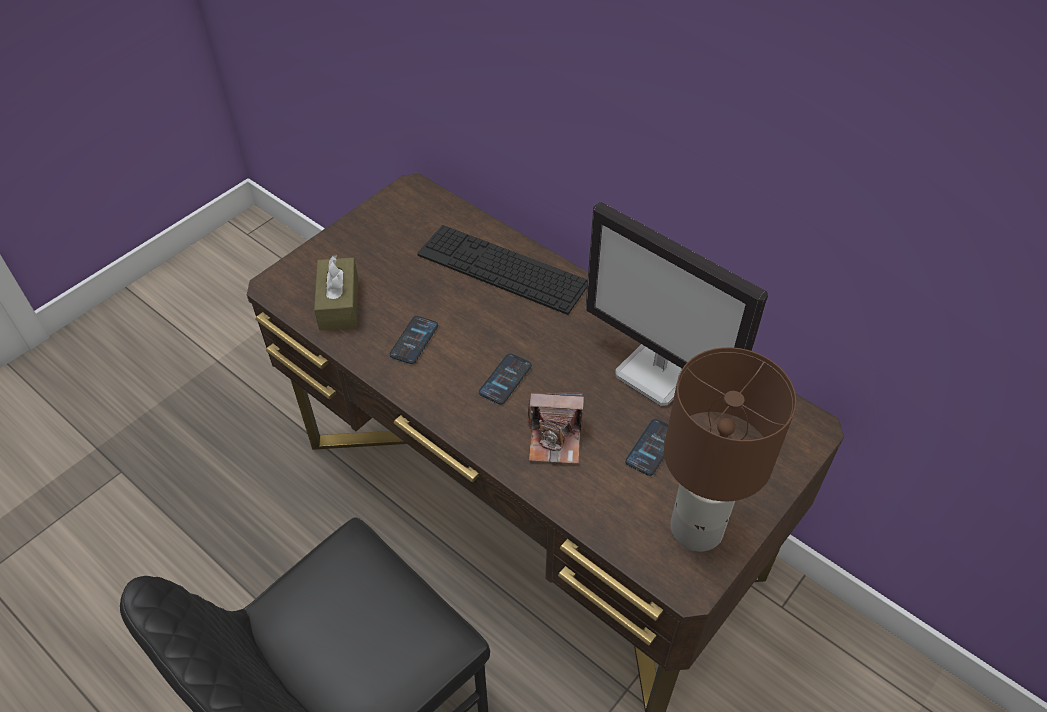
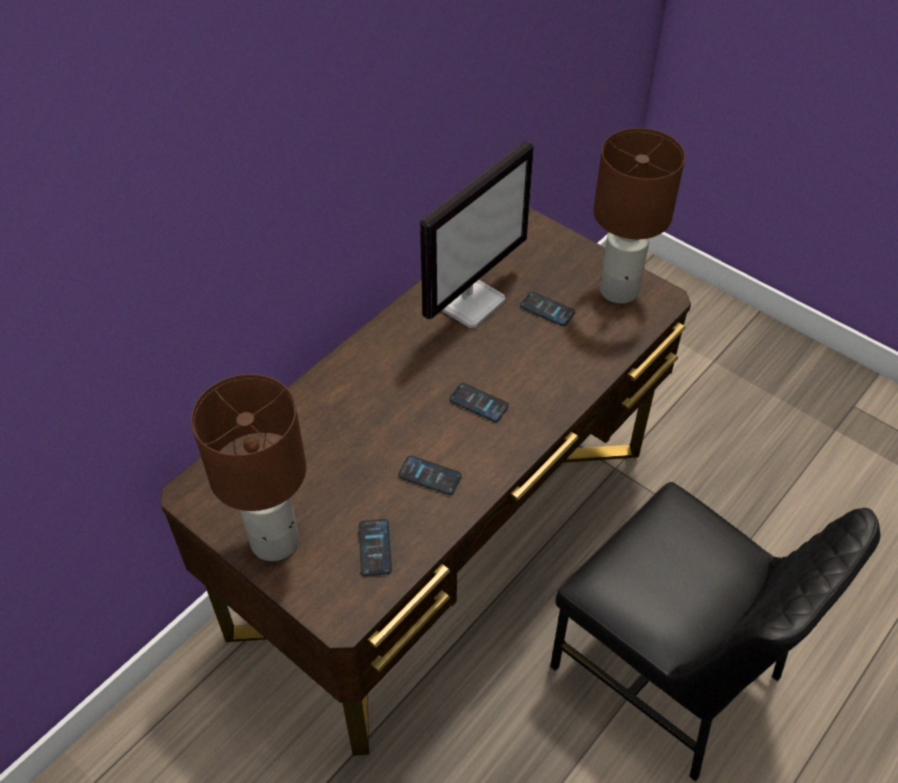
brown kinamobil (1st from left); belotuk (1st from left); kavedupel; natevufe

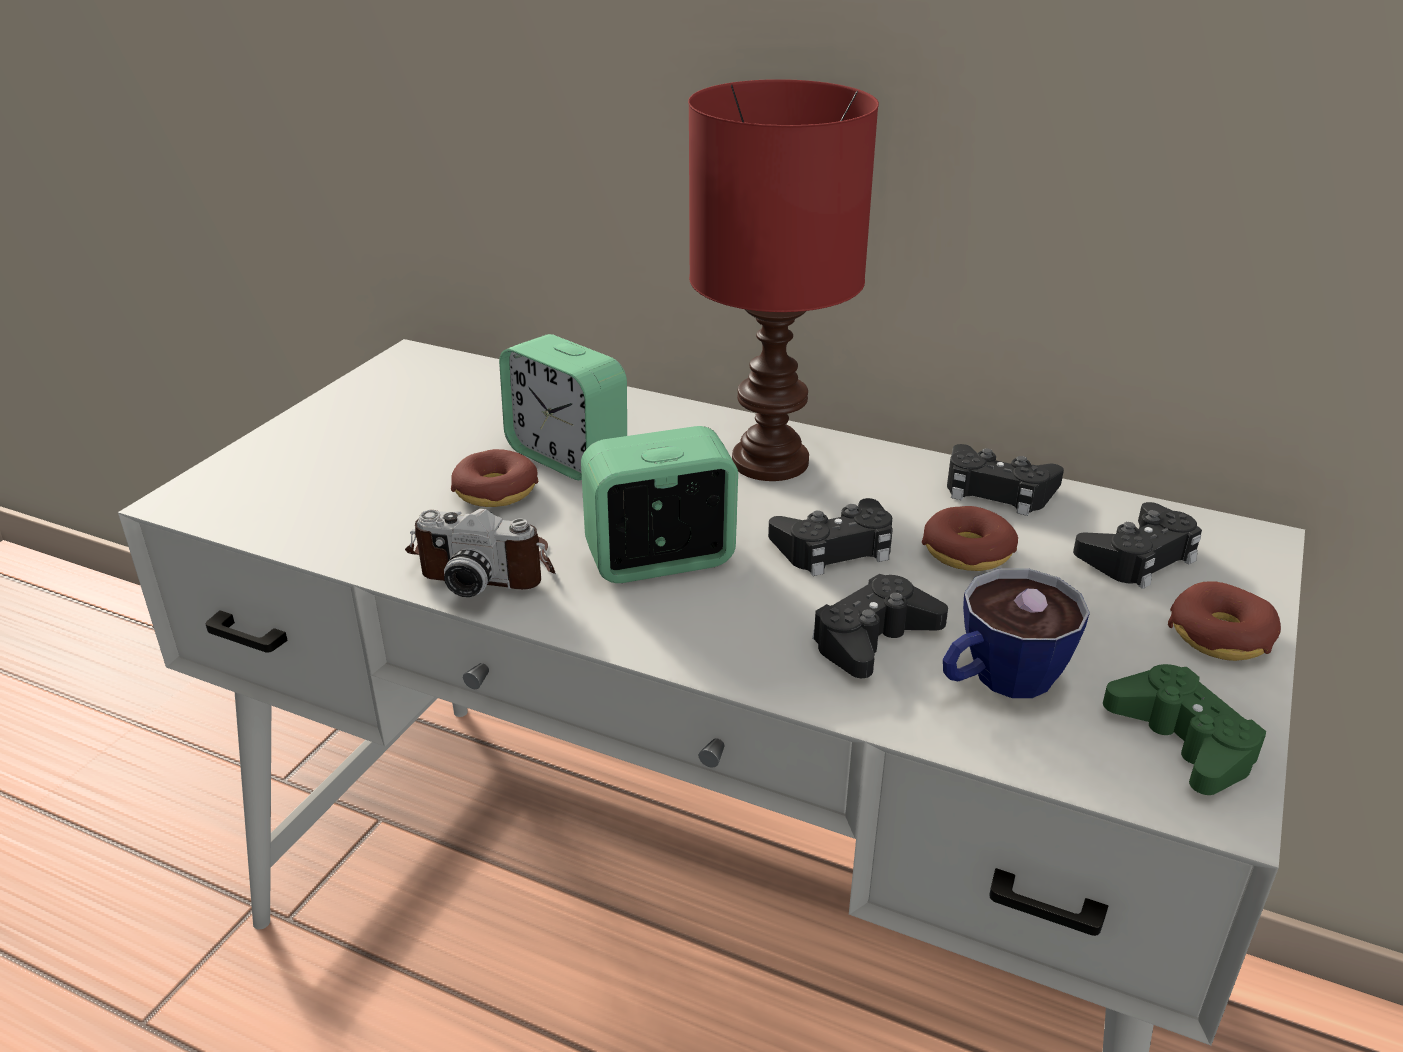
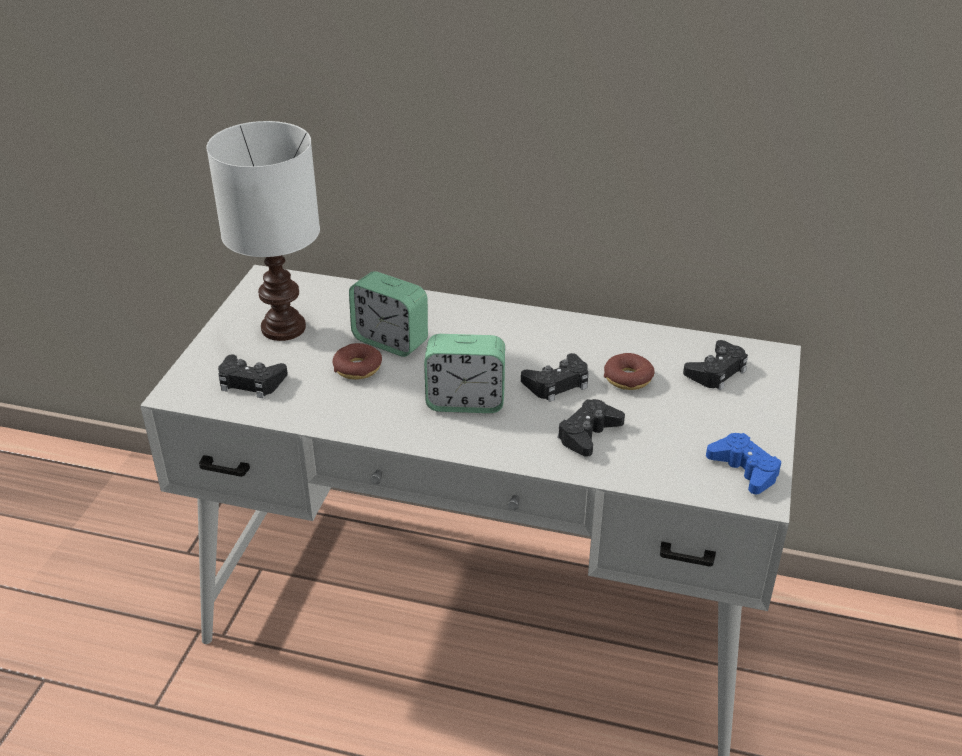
white kinamobil; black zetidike (1st from left); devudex (2nd from left); blue zetidike; natevufe; red kinamobil; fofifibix; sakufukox (3rd from left in the first image)

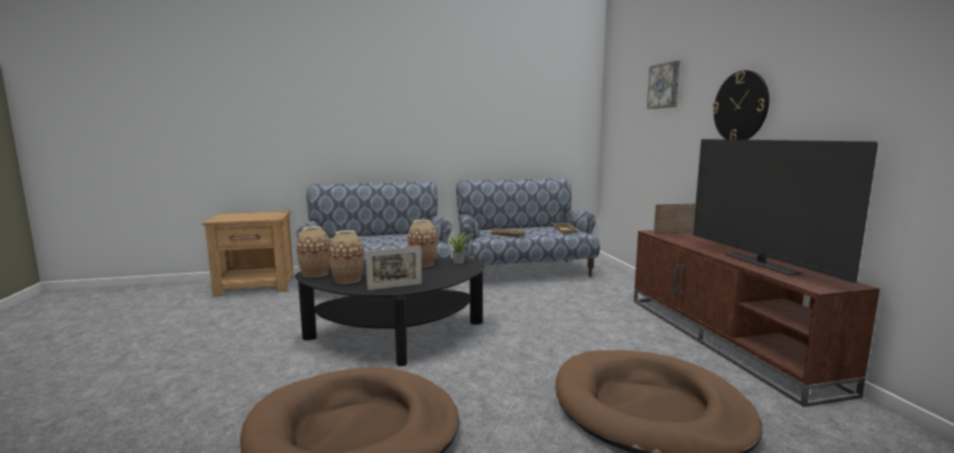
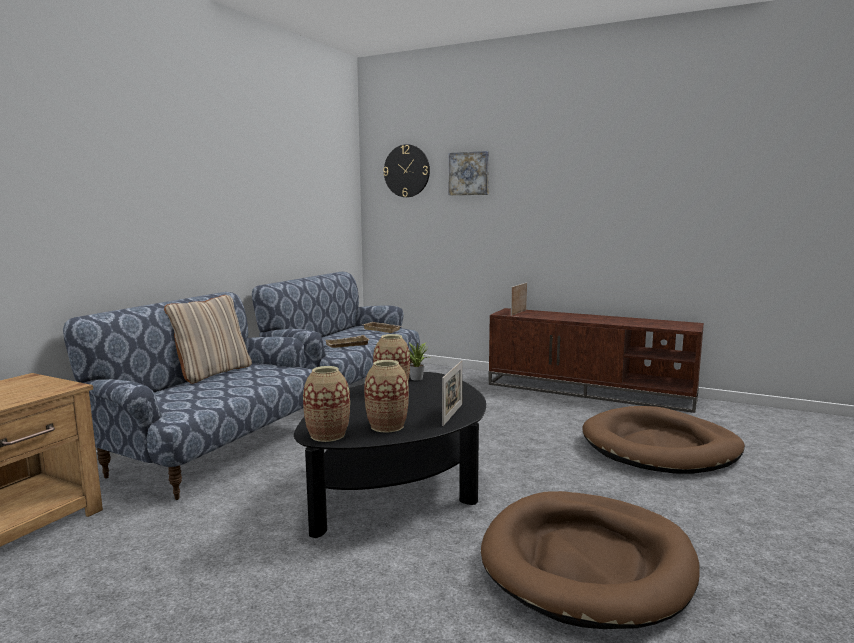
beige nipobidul; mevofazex; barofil

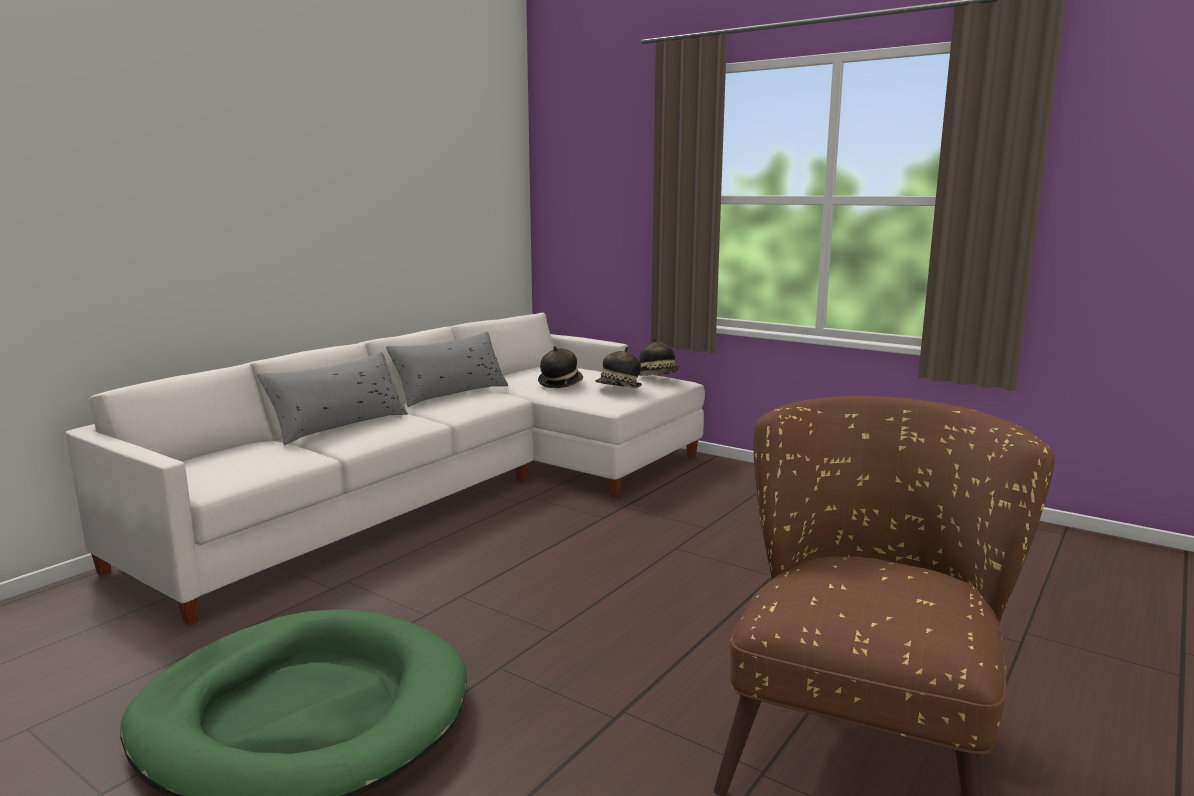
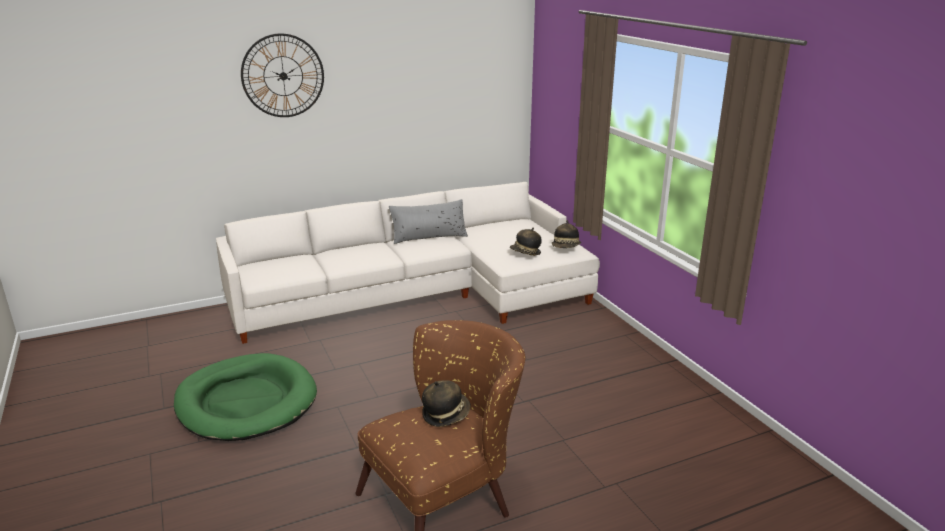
mevofazex; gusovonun (1st from left); grey nipobidul (1st from left in the first image)

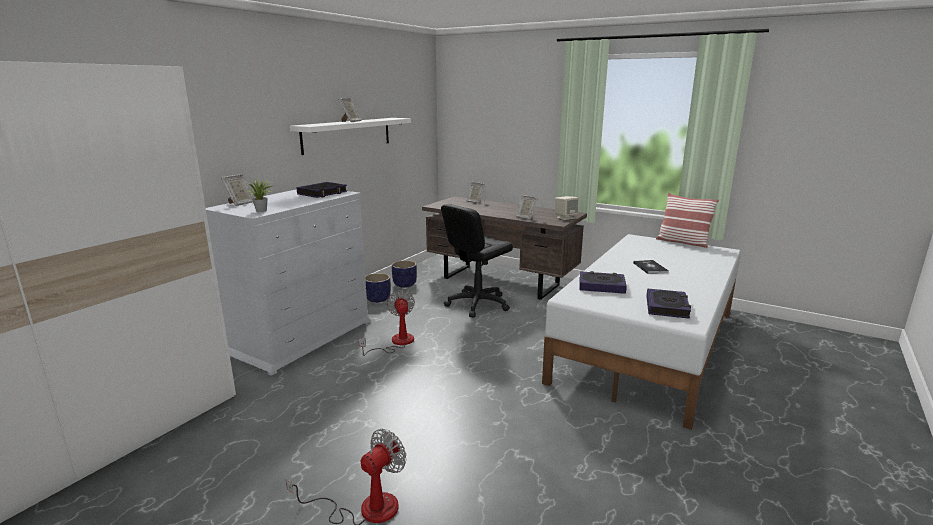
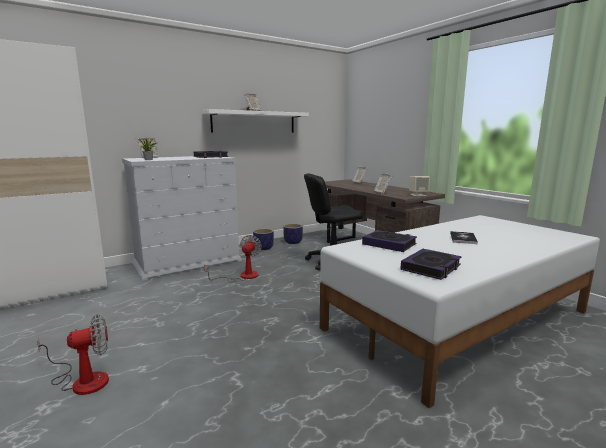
nipobidul

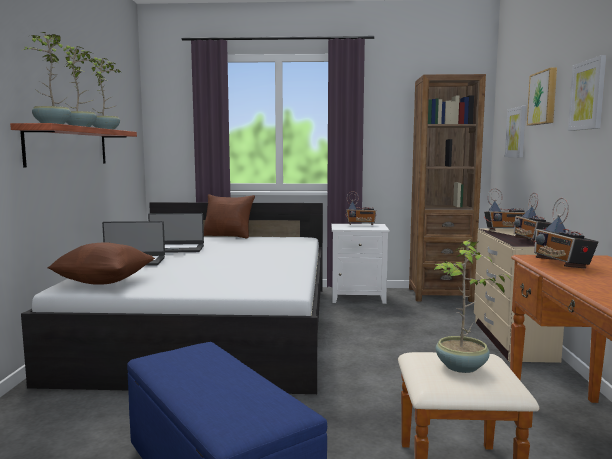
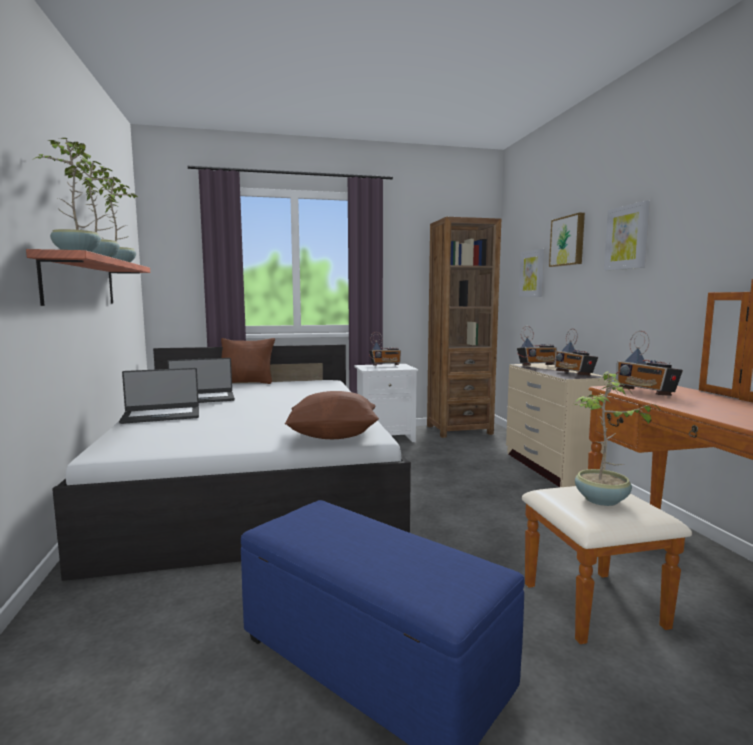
brown nipobidul (2nd from left)

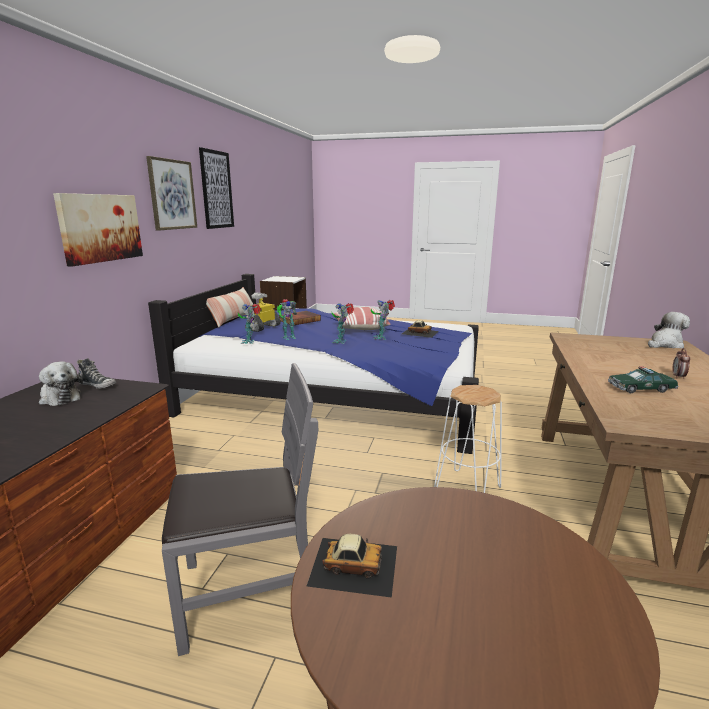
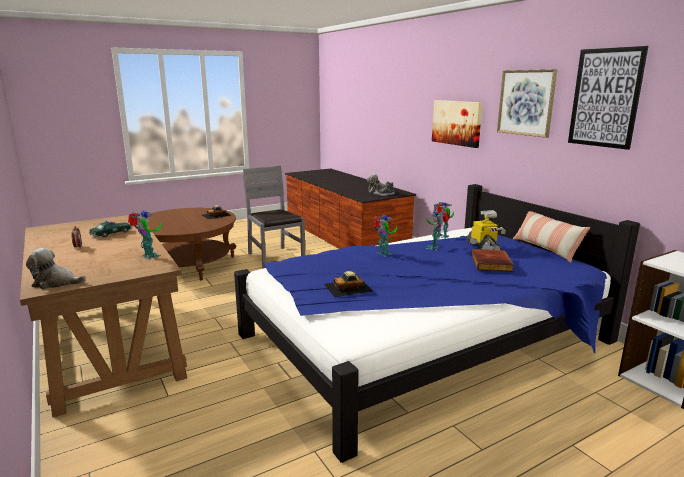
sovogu (1st from left); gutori (1st from left); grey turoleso; nipobidul (2nd from left in the first image); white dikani

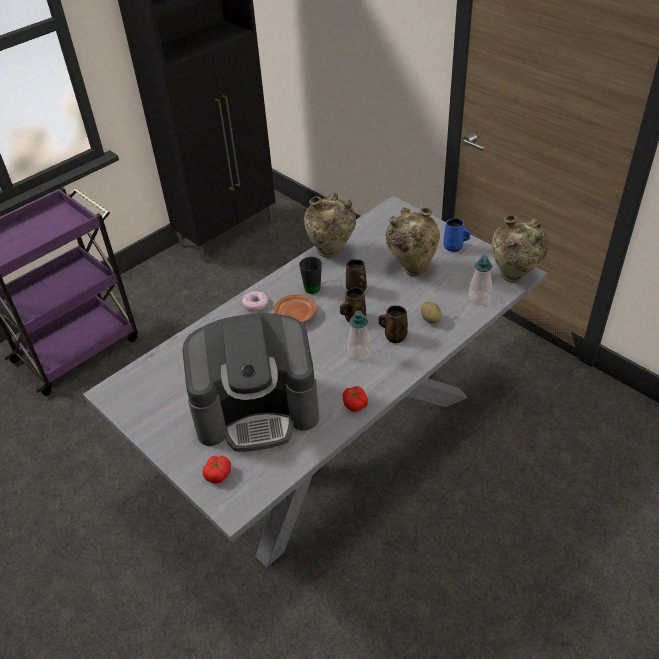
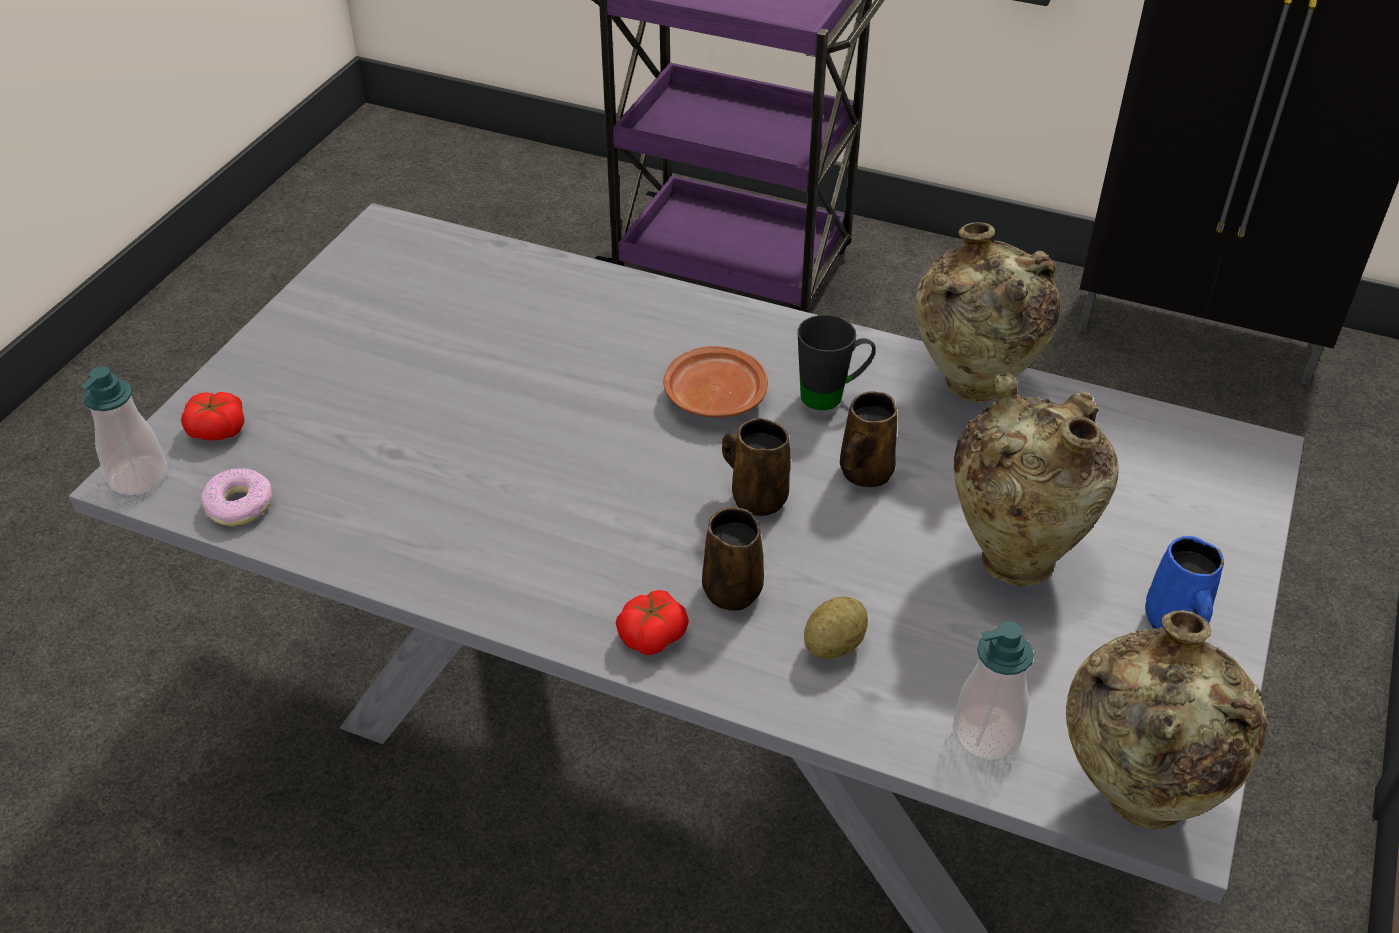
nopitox (1st from left); sakufukox; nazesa (2nd from left); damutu

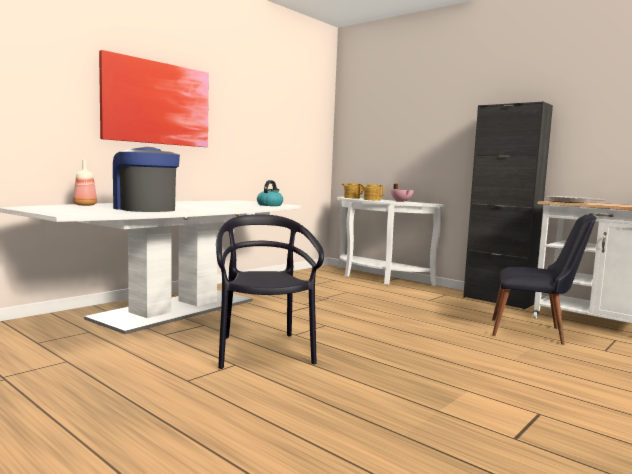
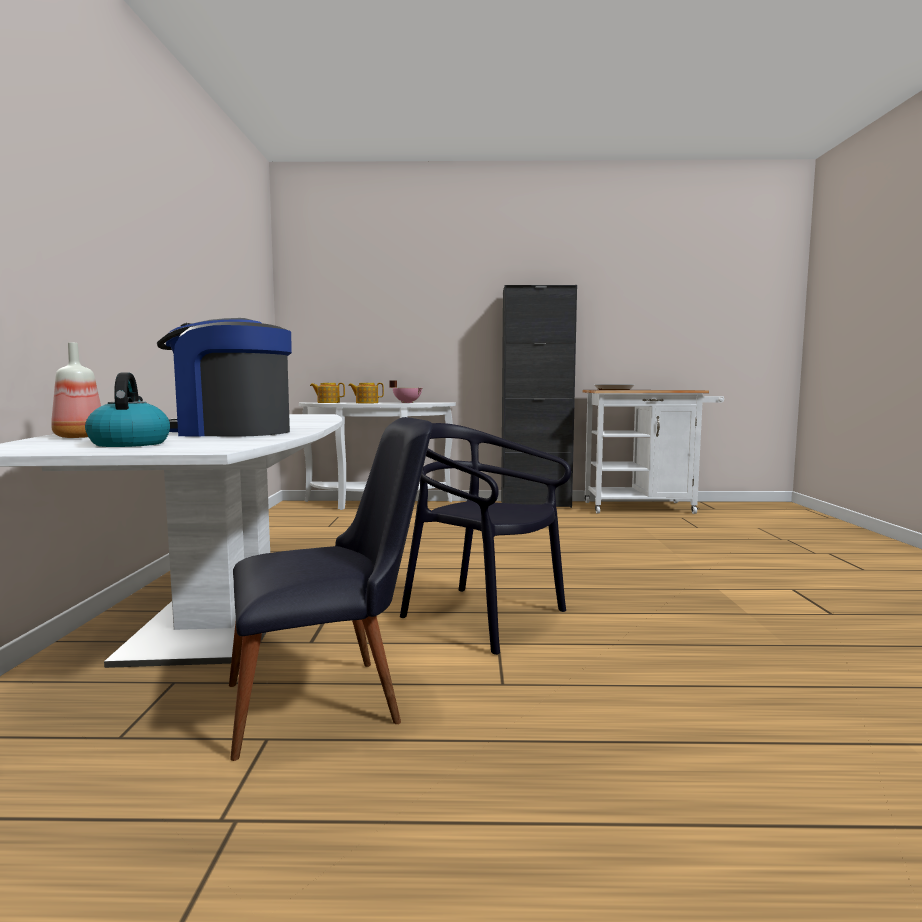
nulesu; black turoleso (1st from left); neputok

